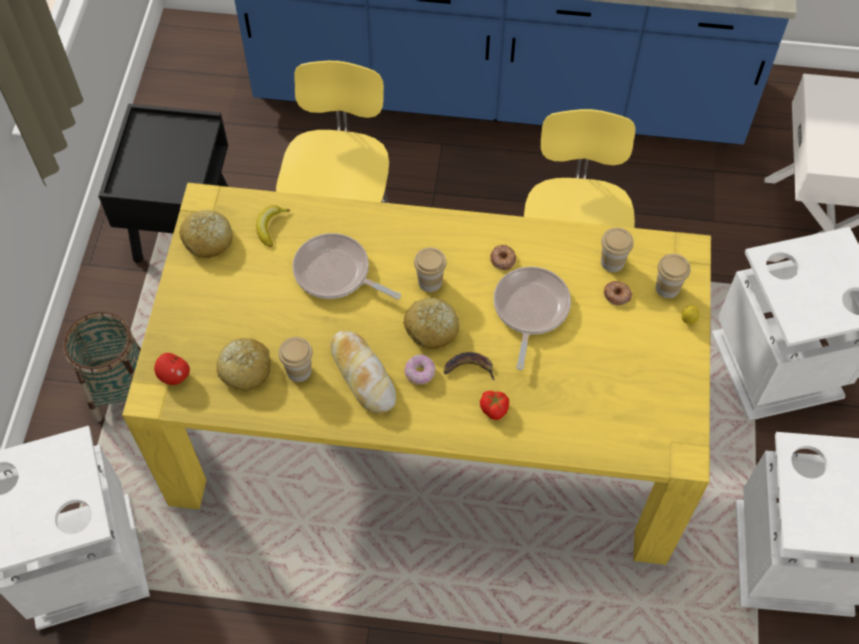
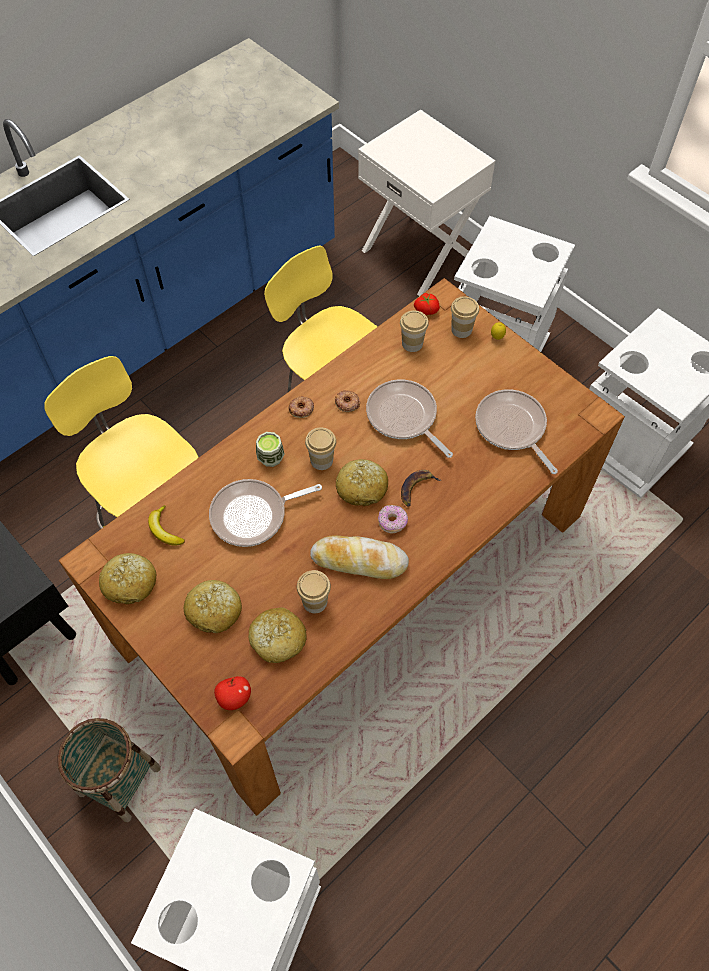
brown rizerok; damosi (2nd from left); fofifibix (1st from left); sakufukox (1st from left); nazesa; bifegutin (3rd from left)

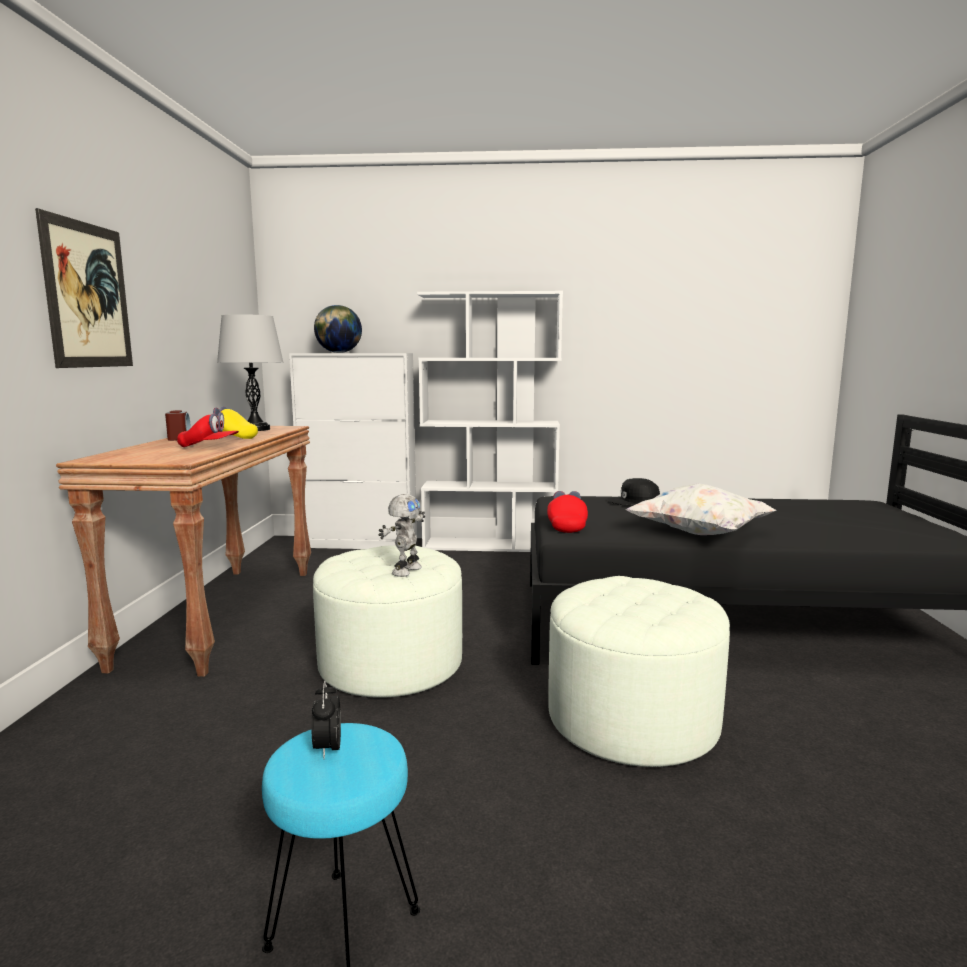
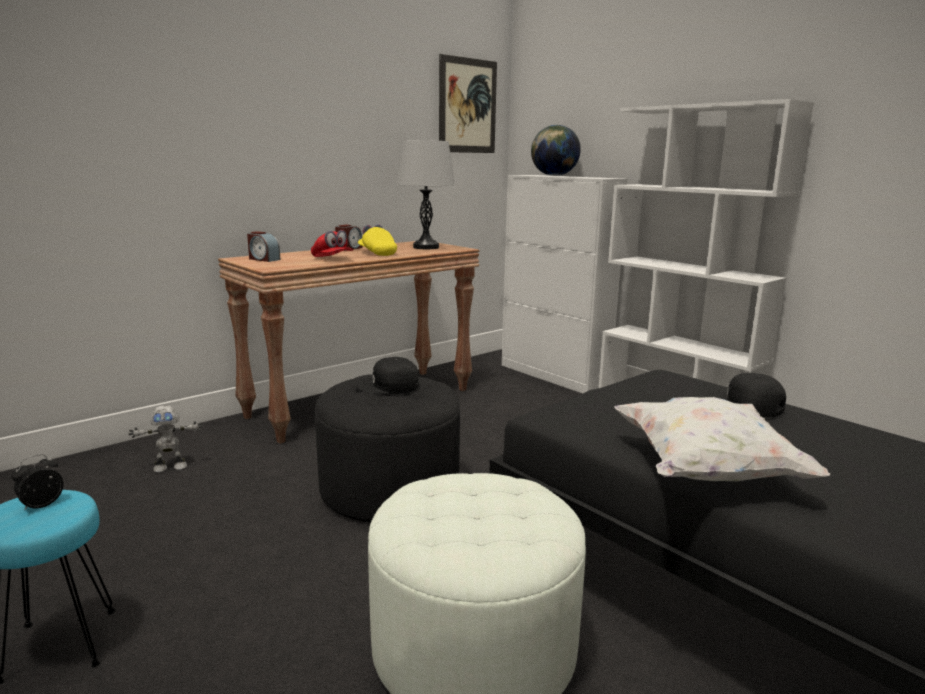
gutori; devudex (2nd from left); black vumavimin; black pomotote (1st from left); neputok; red pomotote (2nd from left in the first image)

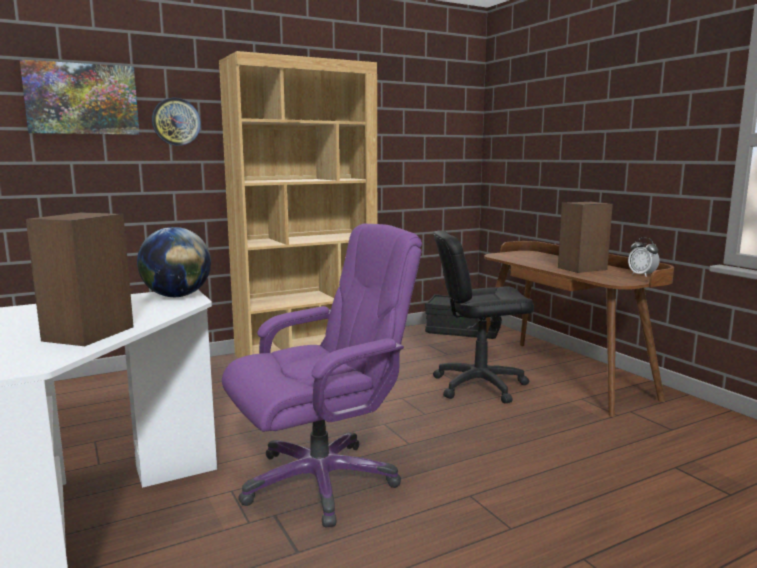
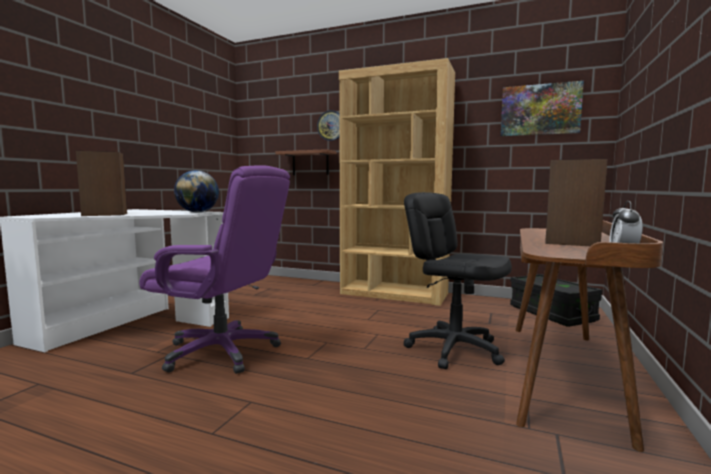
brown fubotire; neputok

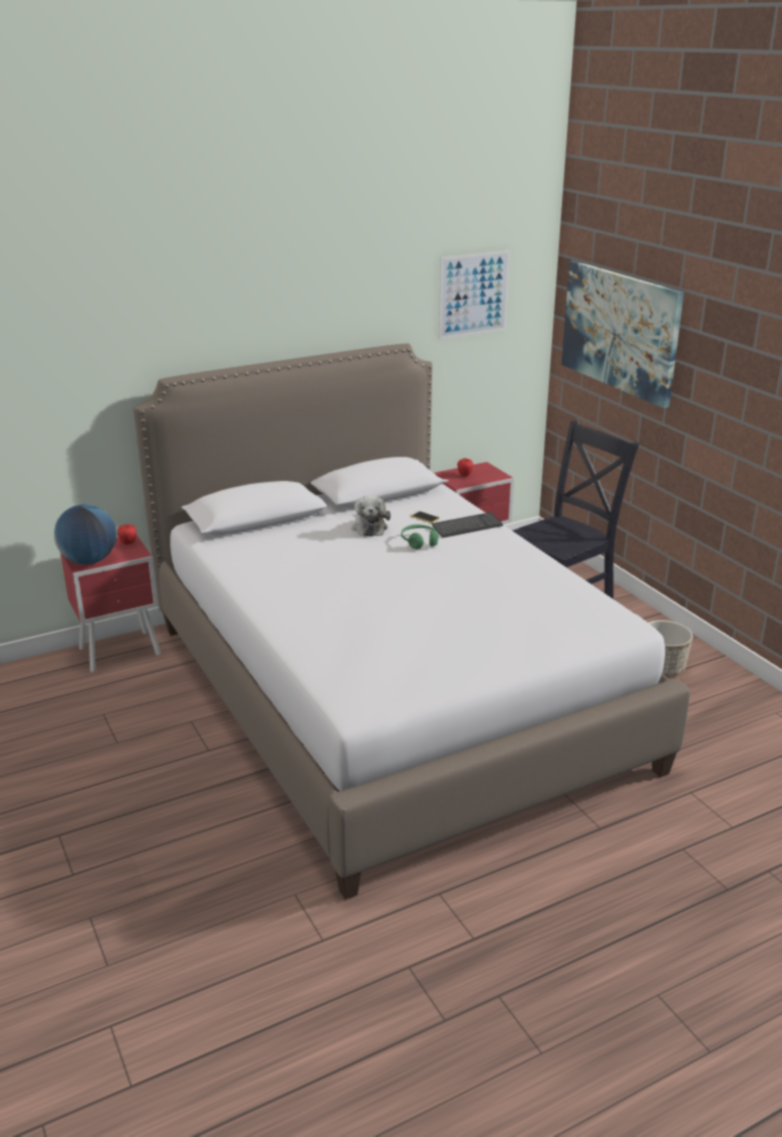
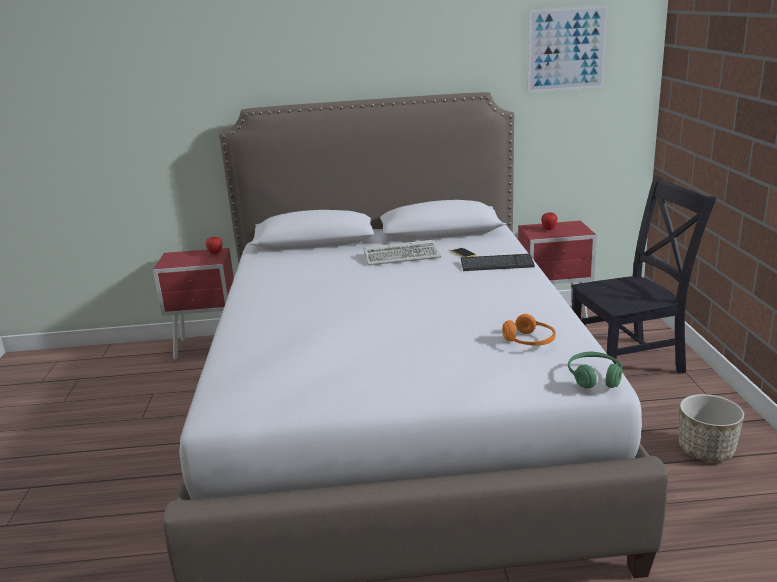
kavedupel (1st from left); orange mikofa; green mikofa; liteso; neputok (2nd from left in the first image)

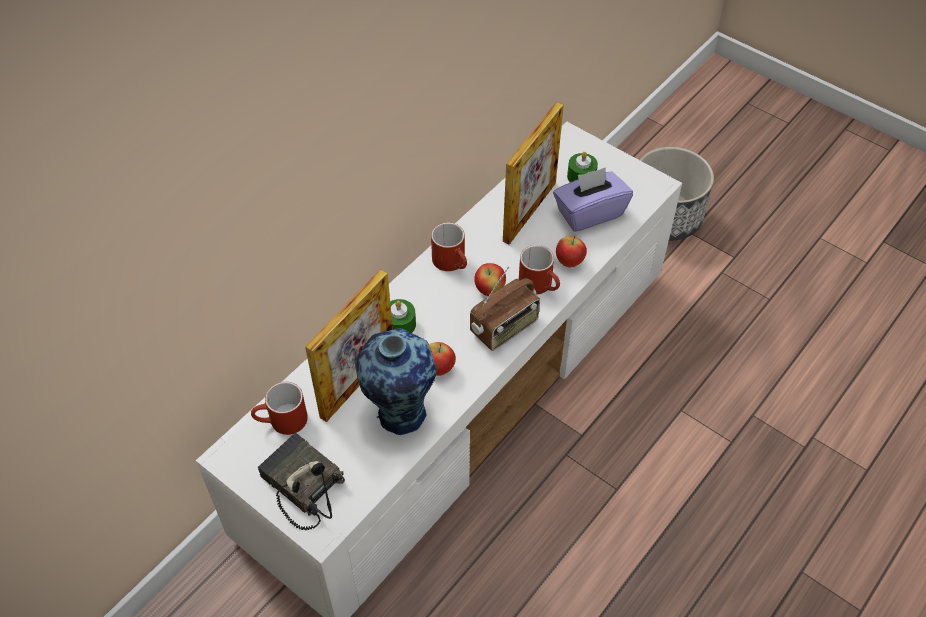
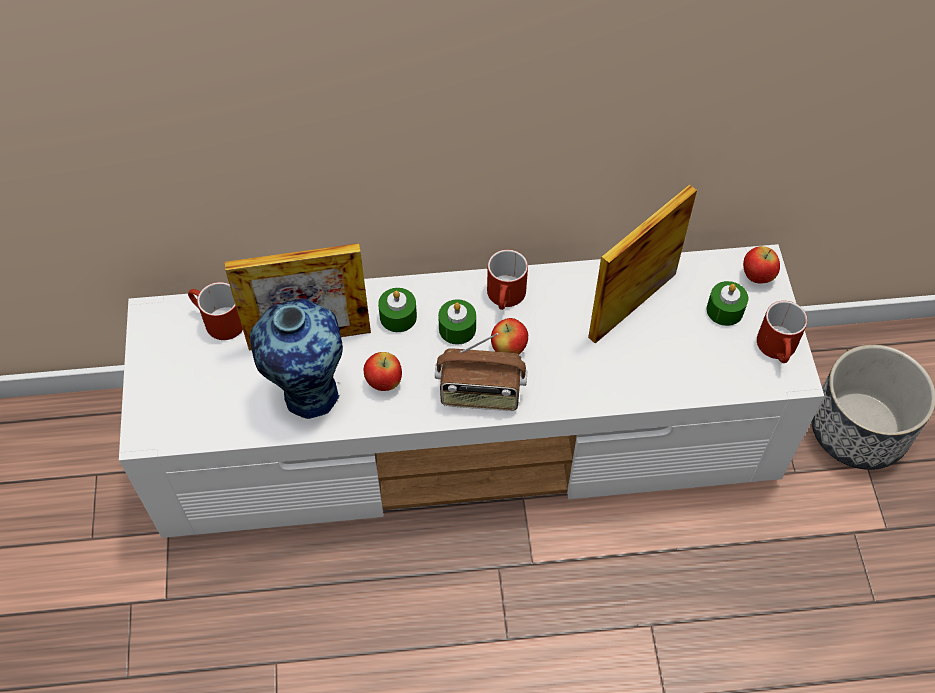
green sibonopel (2nd from left); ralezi (2nd from left); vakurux (3rd from left); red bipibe (3rd from left); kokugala (1st from left in the first image); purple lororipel

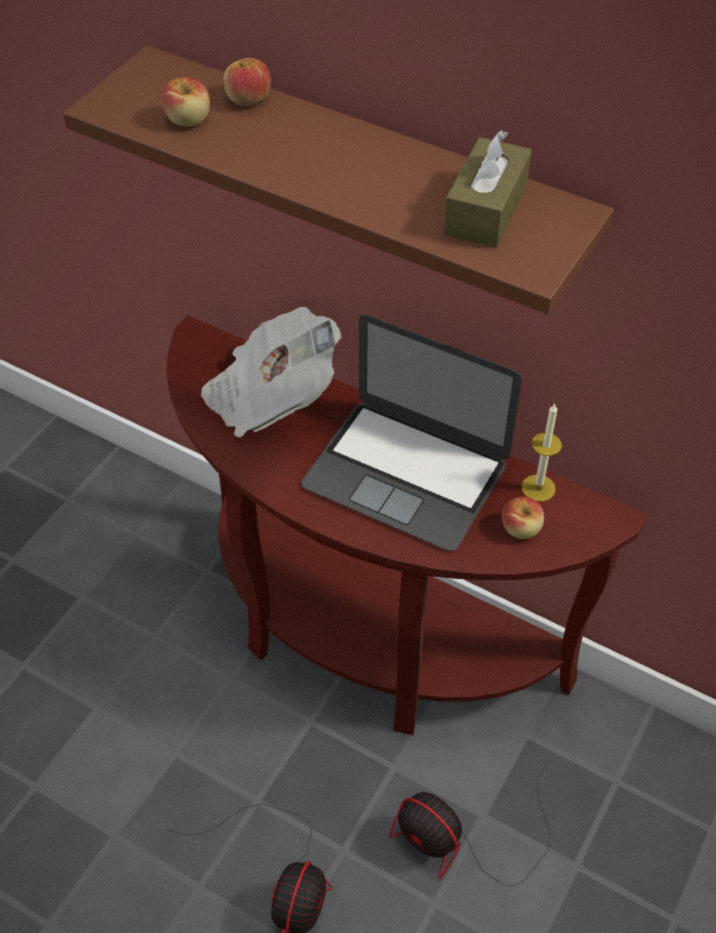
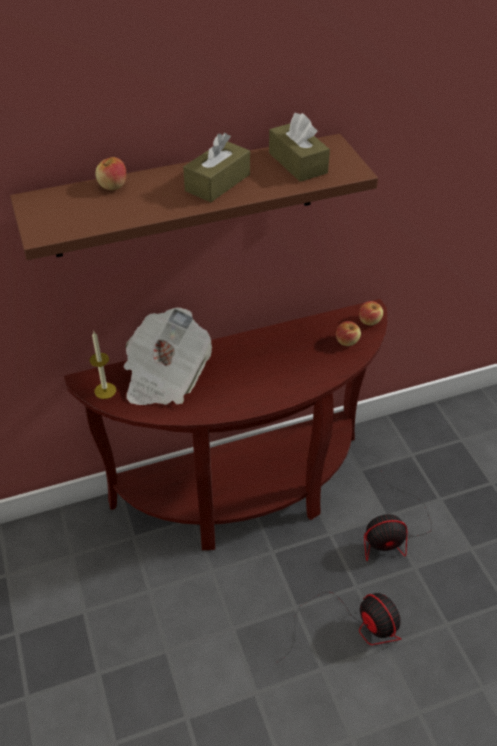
sibonopel; brown lororipel (1st from left); vakurux (3rd from left); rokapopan

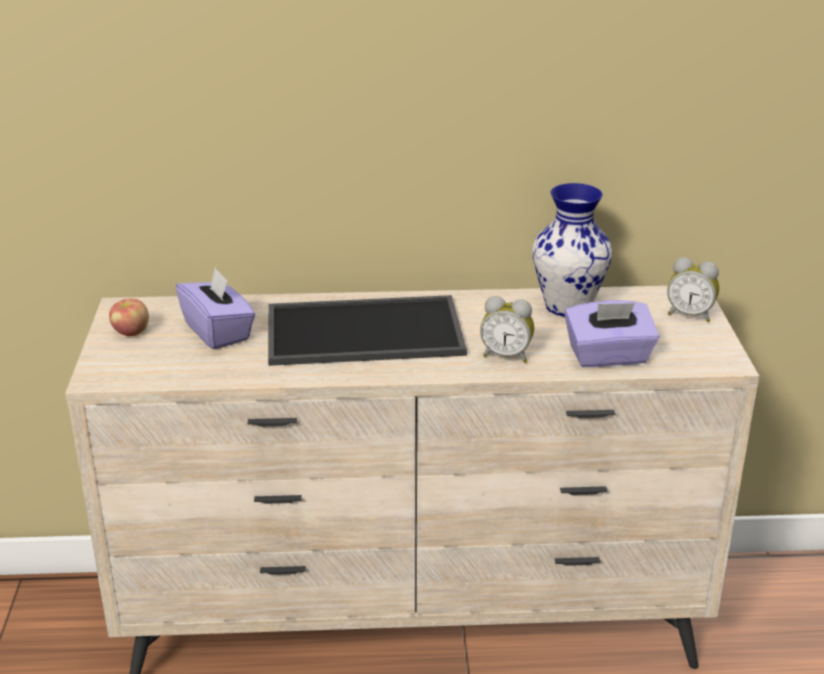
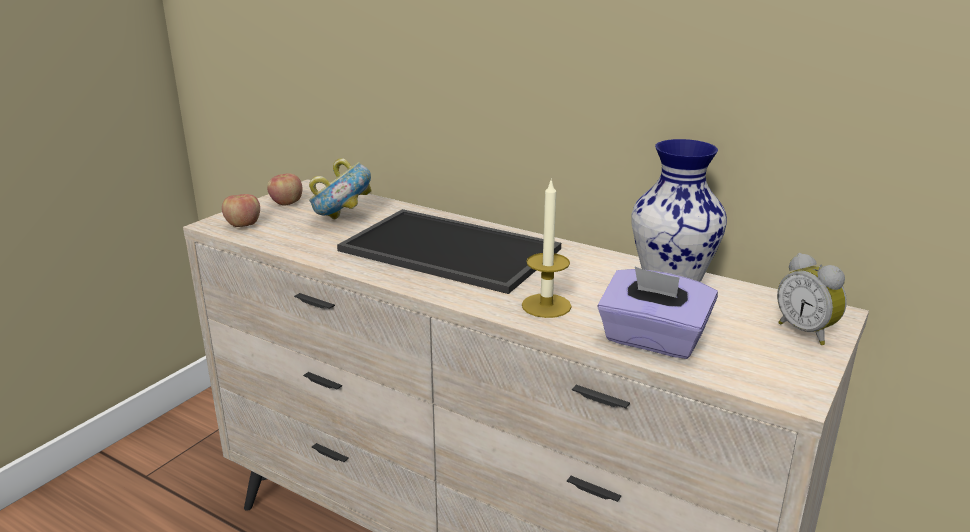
vakurux (1st from left); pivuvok; sibonopel

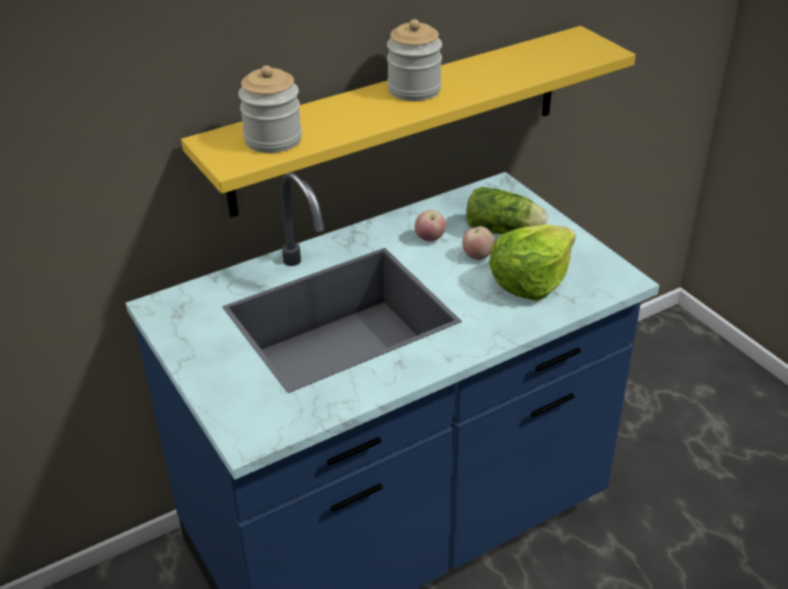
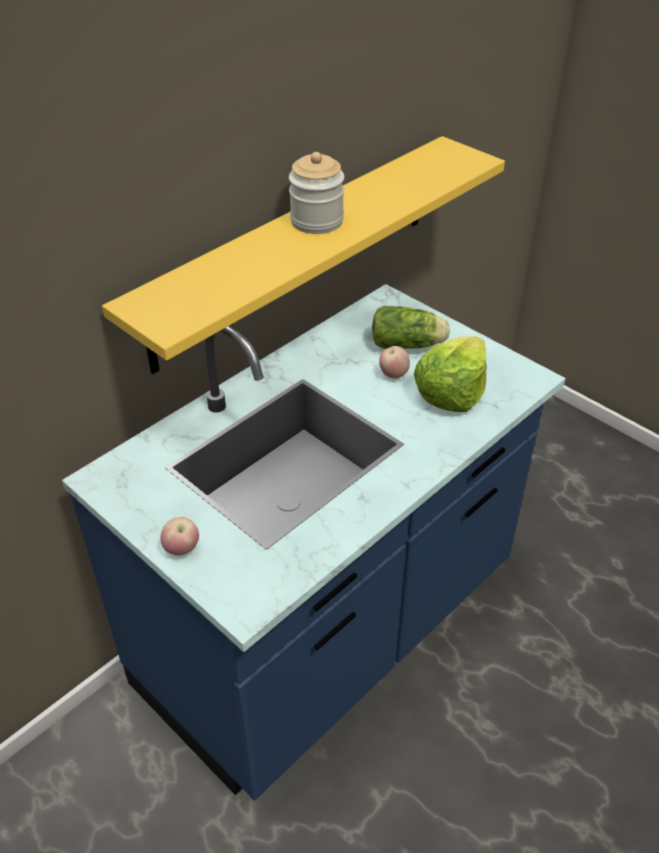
vakurux (1st from left); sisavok (1st from left in the first image)

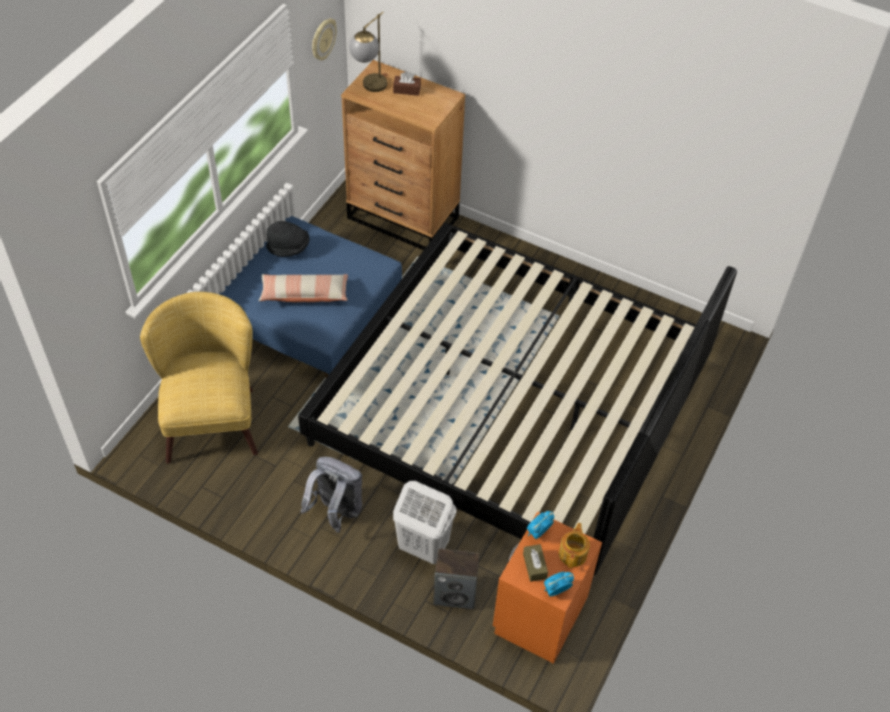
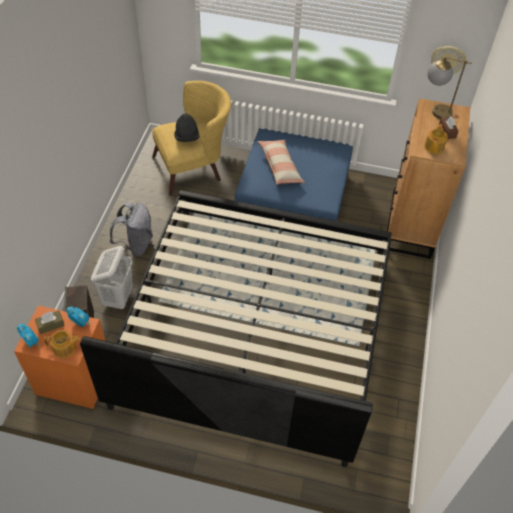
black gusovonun; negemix (2nd from left)

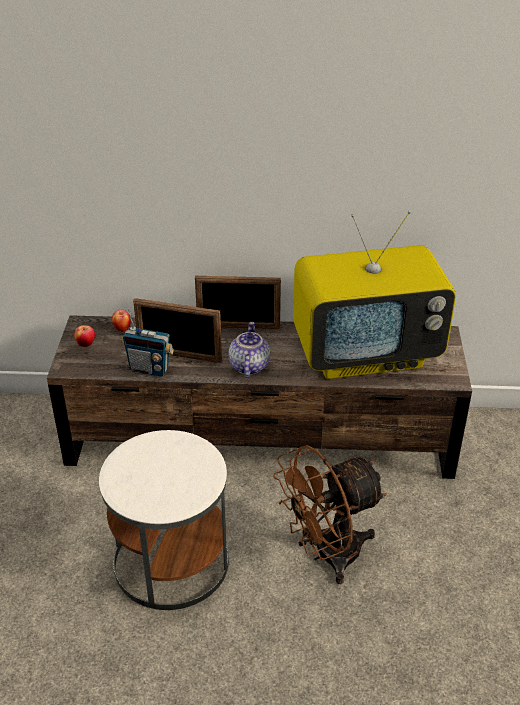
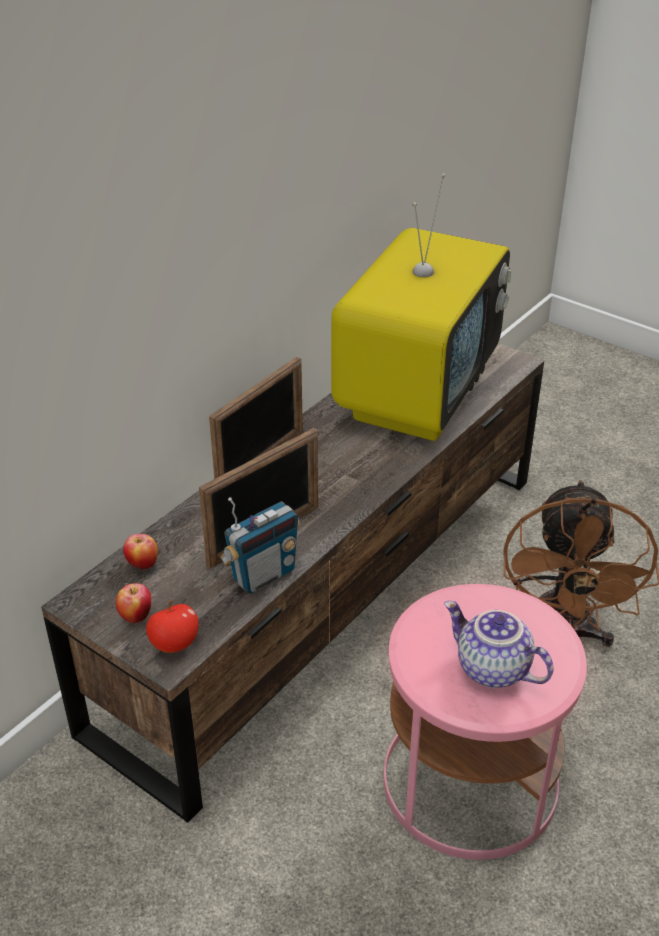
vakurux (3rd from left); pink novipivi; negemix

